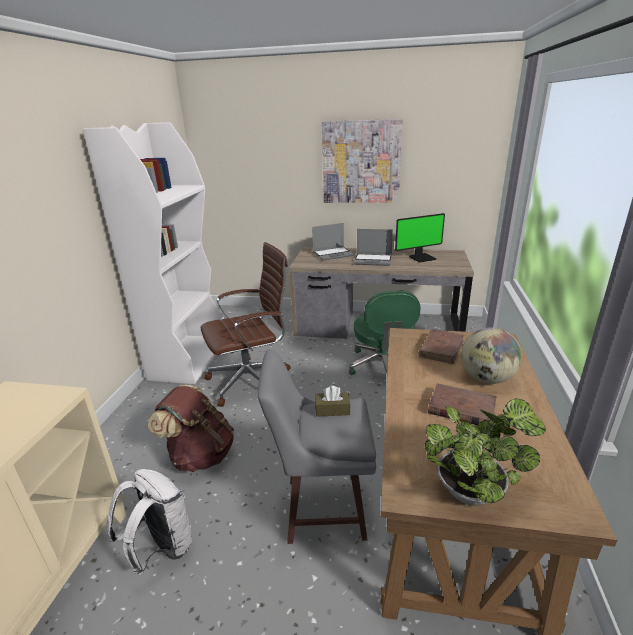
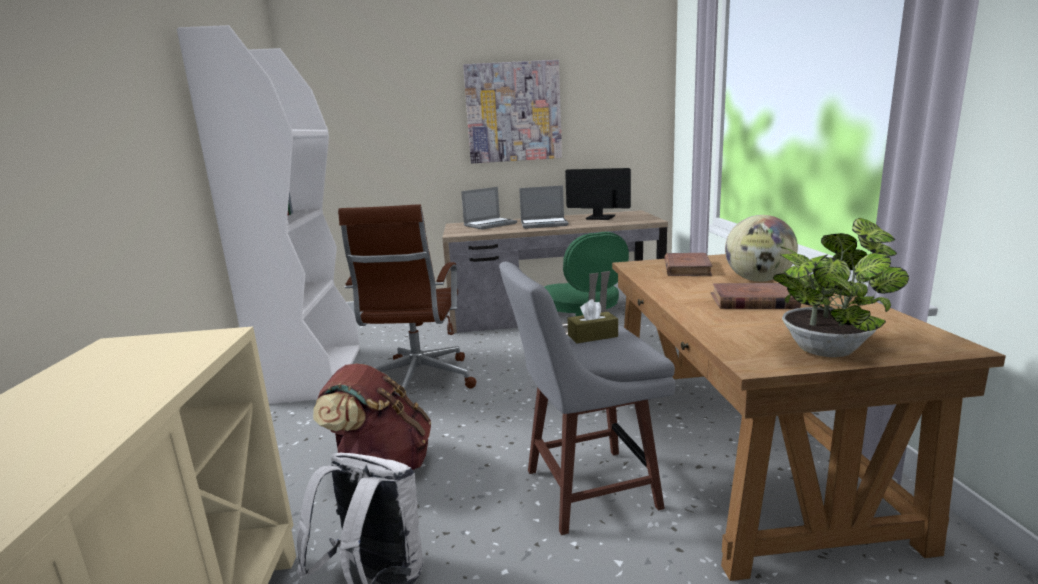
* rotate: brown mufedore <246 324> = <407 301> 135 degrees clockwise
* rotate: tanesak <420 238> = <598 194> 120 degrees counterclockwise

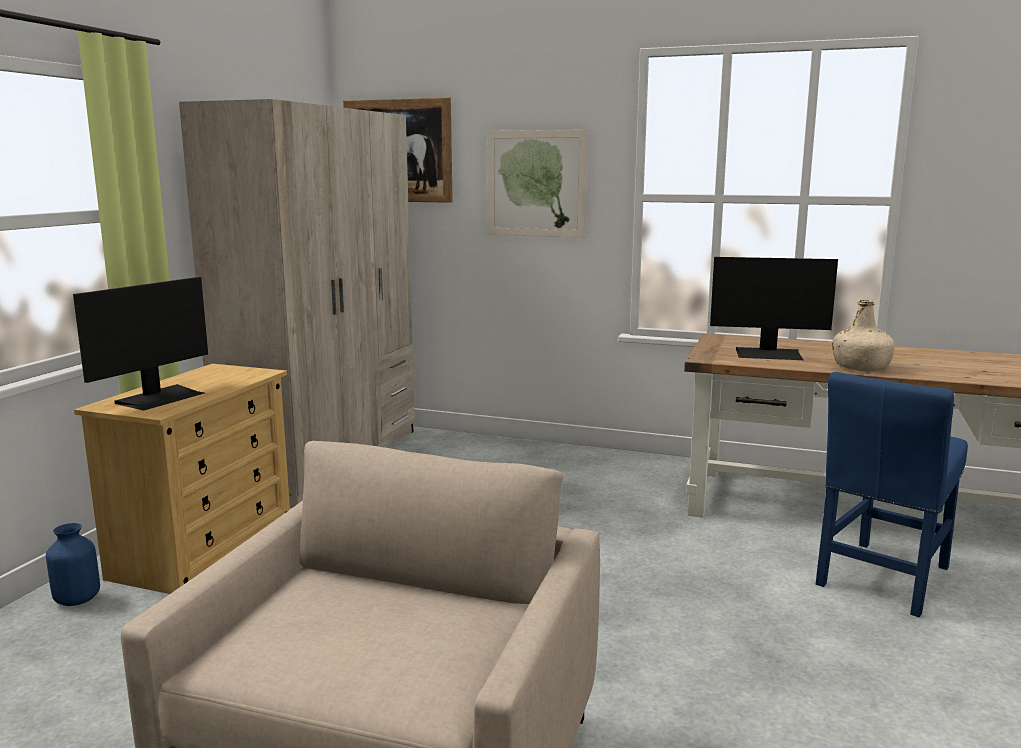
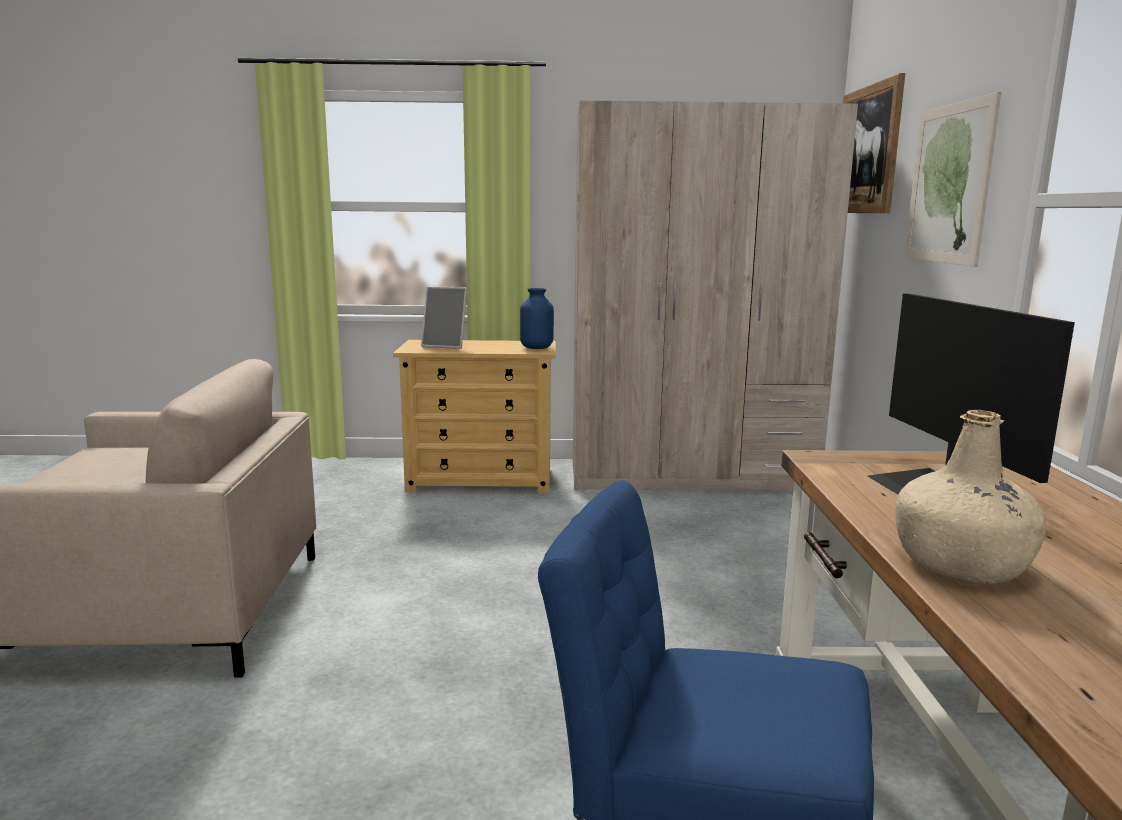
* move: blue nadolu <73 564> to <537 318>
* replace: tanesak <140 344> to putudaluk <444 317>

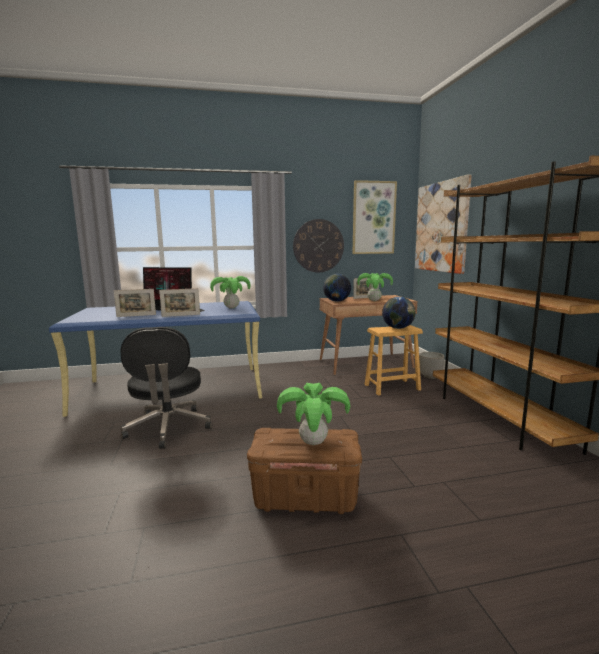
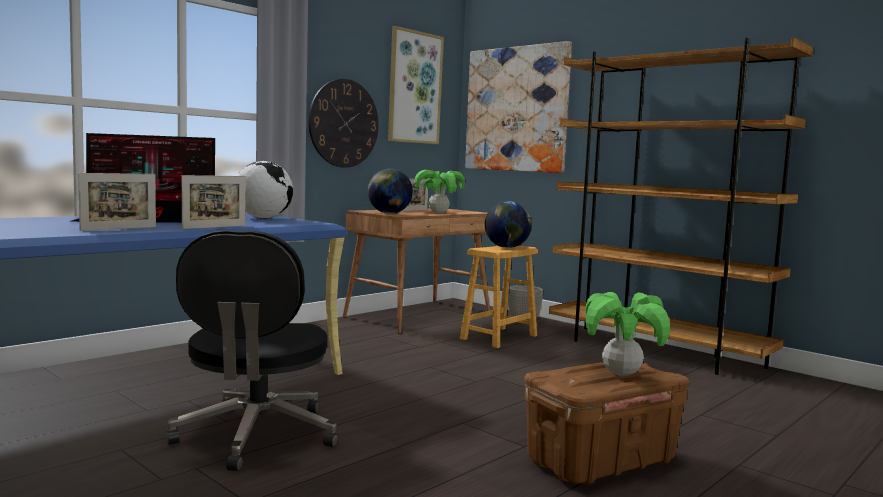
* rotate: black mufedore <166 388> = <252 350> 45 degrees clockwise
* replace: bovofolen <230 292> to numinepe <265 190>

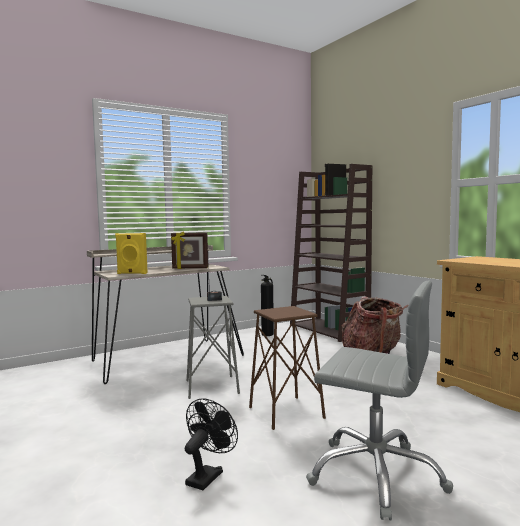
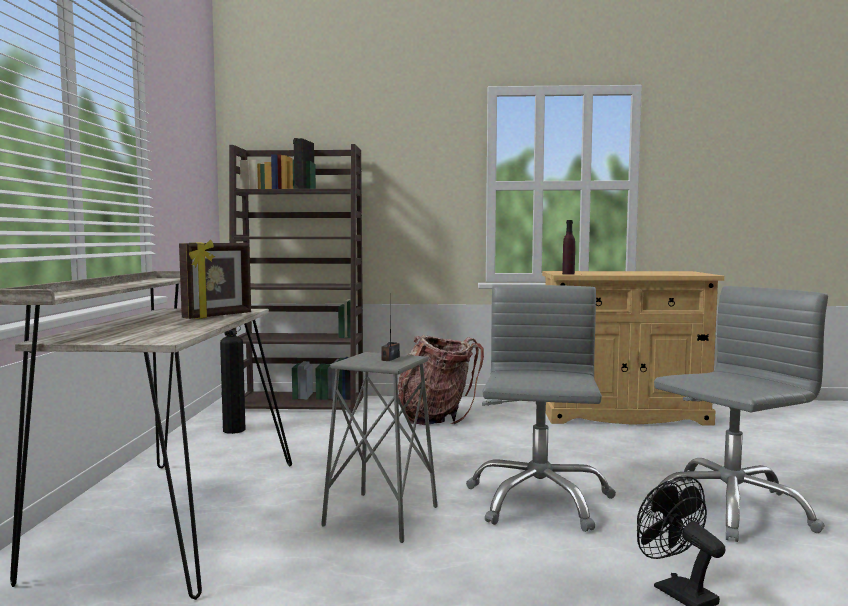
* delete: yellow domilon <131 253>
* replace: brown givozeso <287 368> to grey mufedore <541 408>
* insert: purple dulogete <568 247>

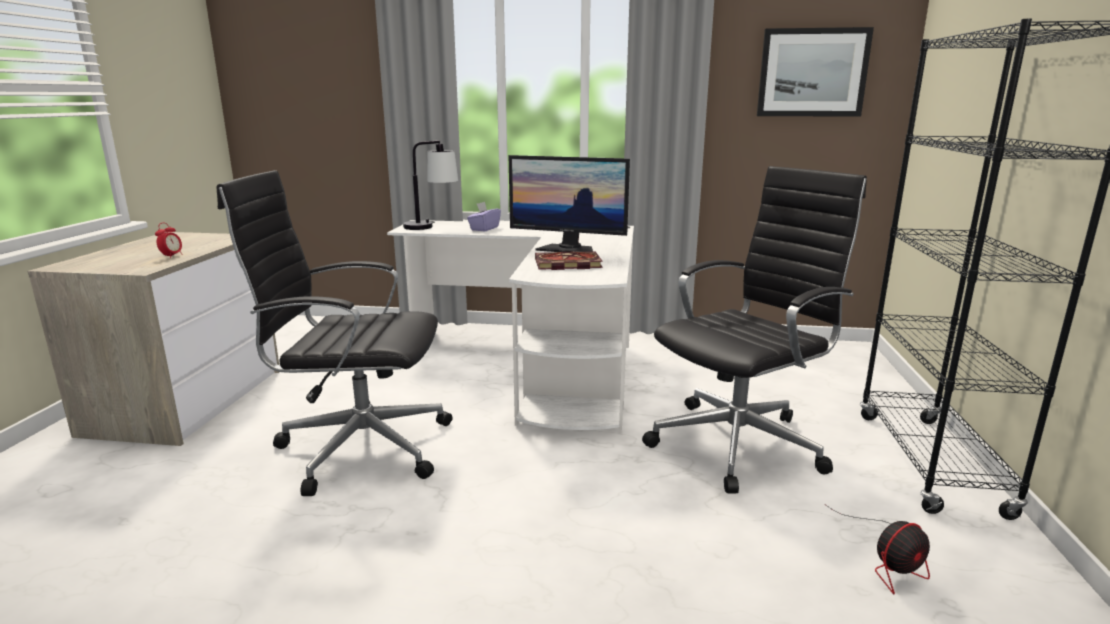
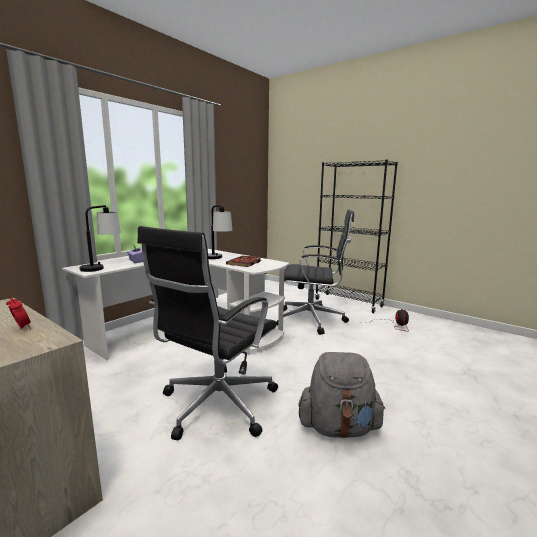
* replace: tanesak <569 203> to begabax <220 232>
* rotate: black mufedore <754 329> = <315 272> 105 degrees clockwise
* delete: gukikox <815 72>
* insert: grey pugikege <342 395>

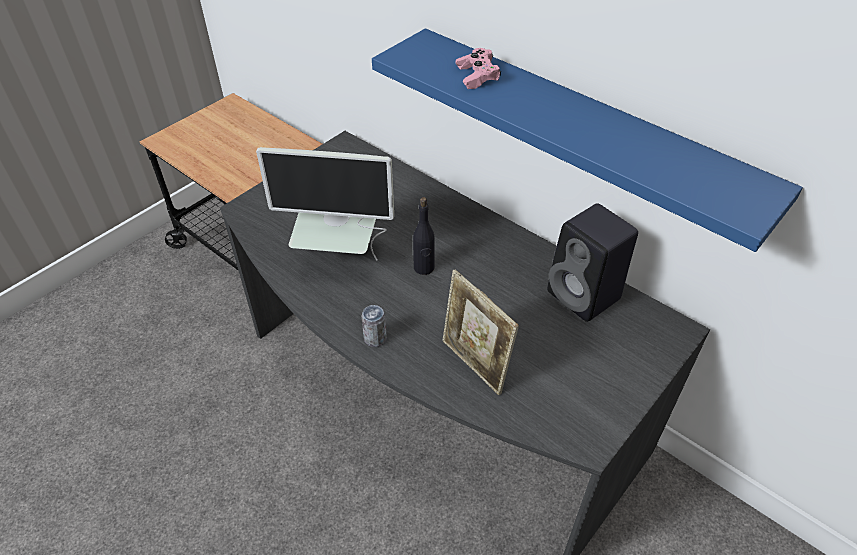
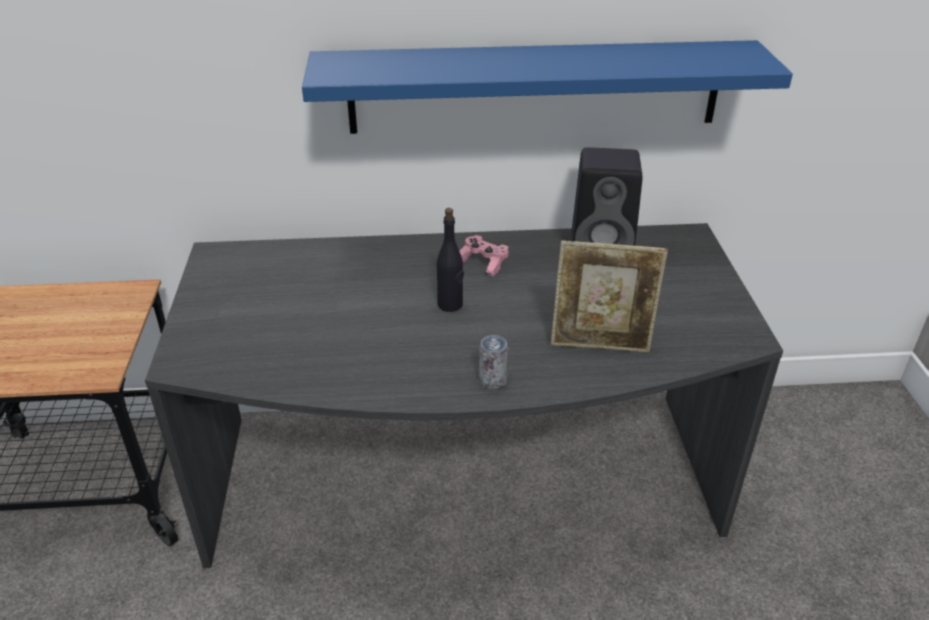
* delete: tanesak <325 204>
* move: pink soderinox <478 68> to <484 256>

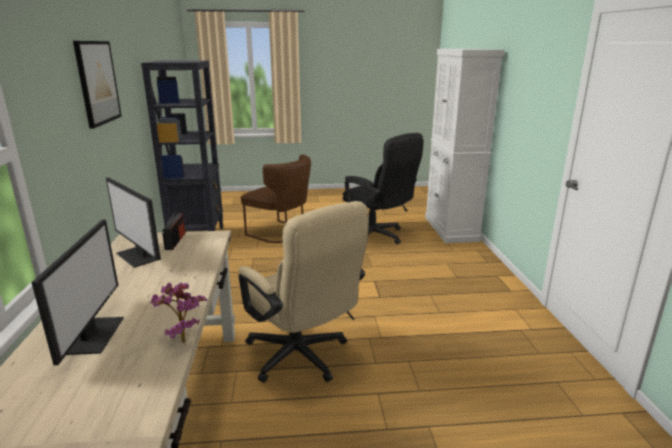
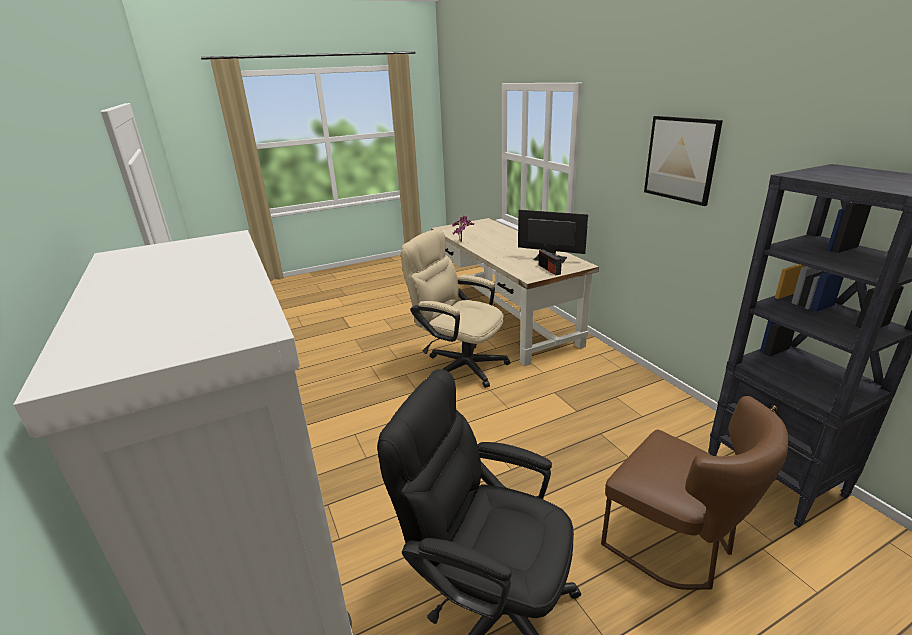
* delete: tanesak <77 292>
* rotate: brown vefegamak <276 198> = <695 493> 150 degrees counterclockwise

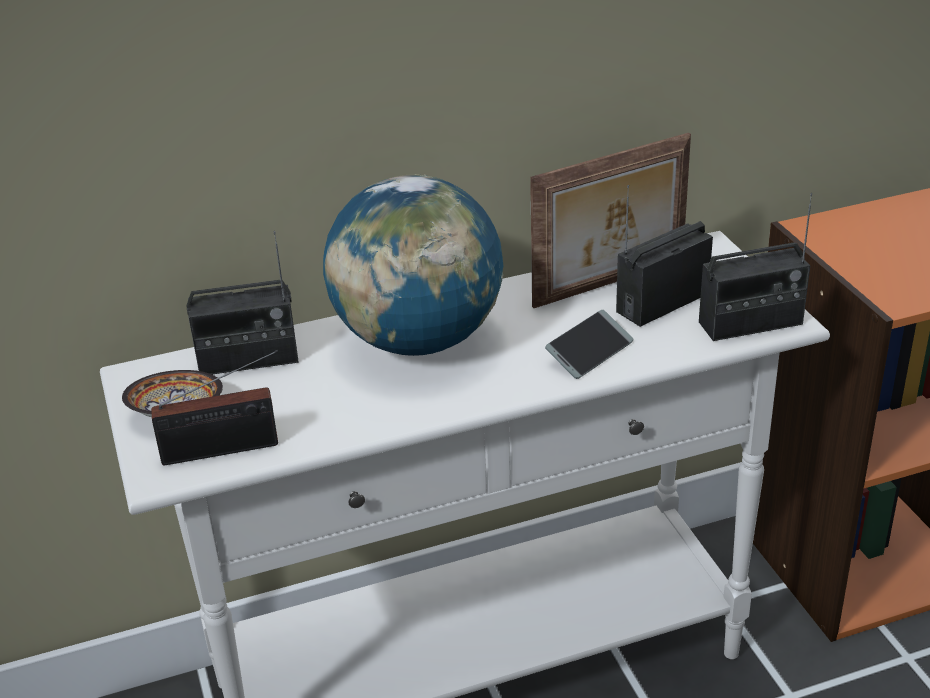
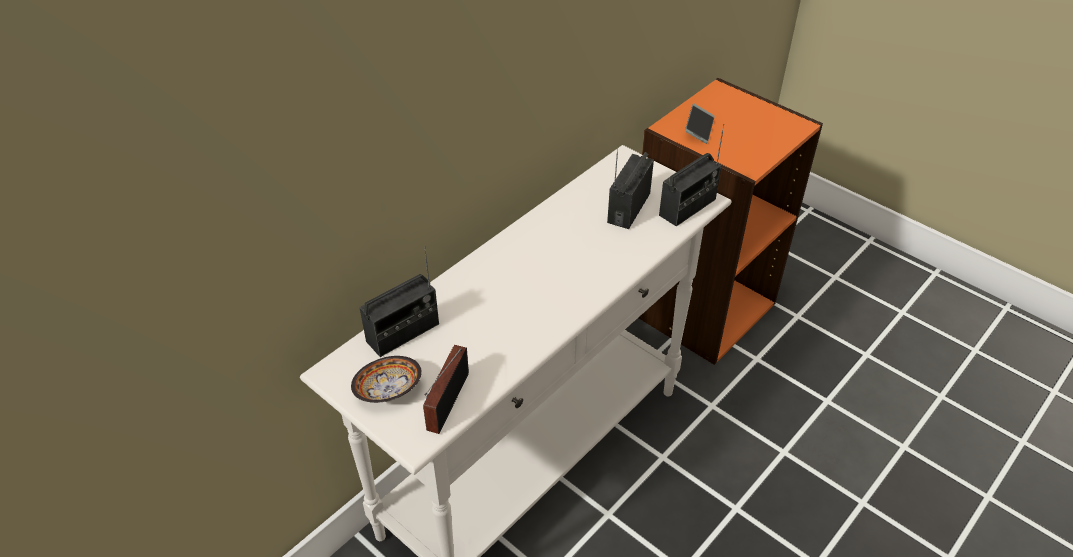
* rotate: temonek <214 407> = <446 389> 150 degrees clockwise
* delete: numinepe <413 265>
* delete: putudaluk <610 220>
* move: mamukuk <589 344> to <700 124>

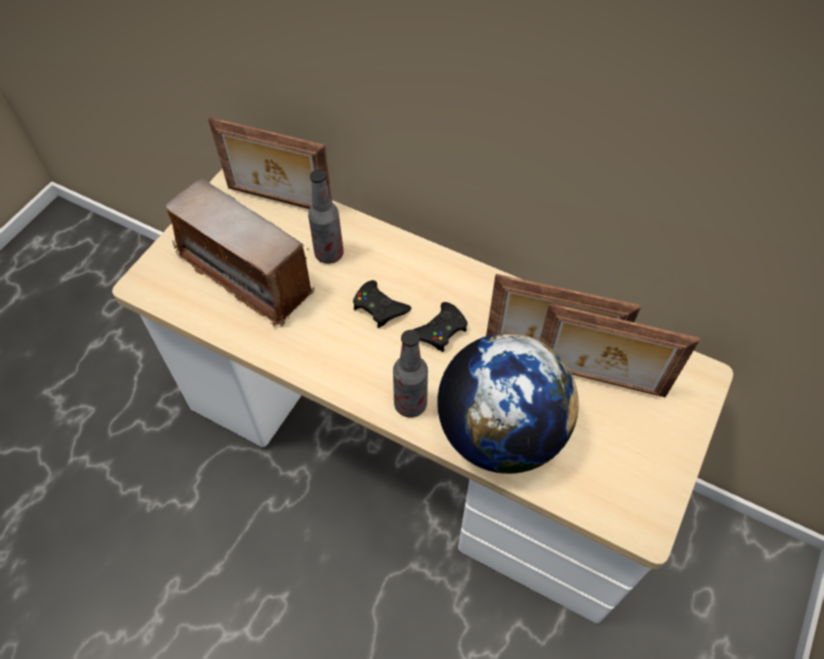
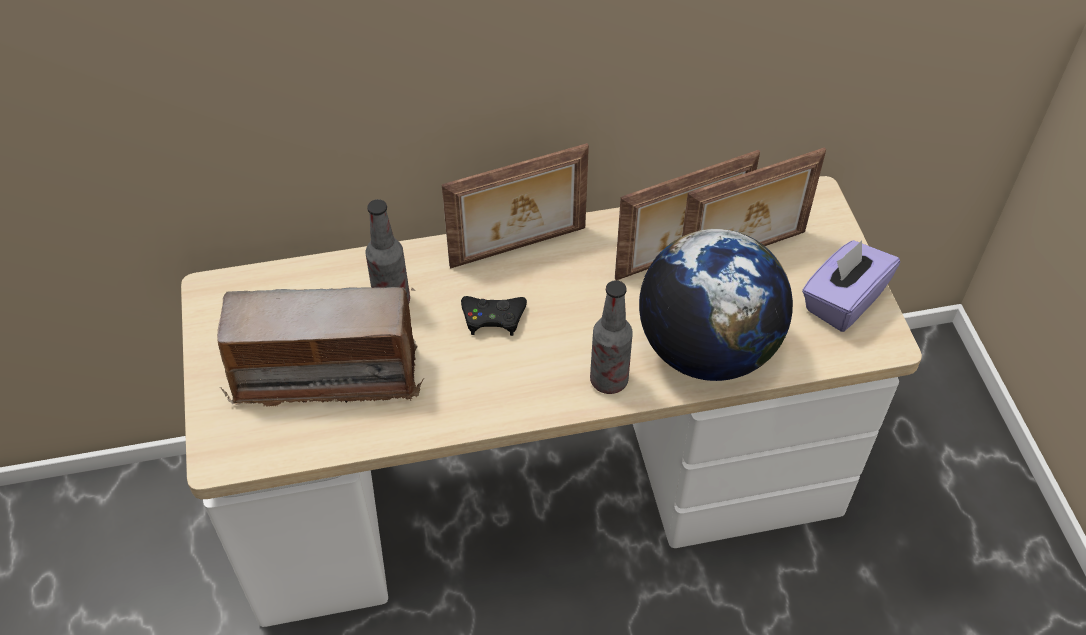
* move: putudaluk <270 163> to <515 206>
* delete: black soderinox <440 327>
* insert: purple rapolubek <851 286>

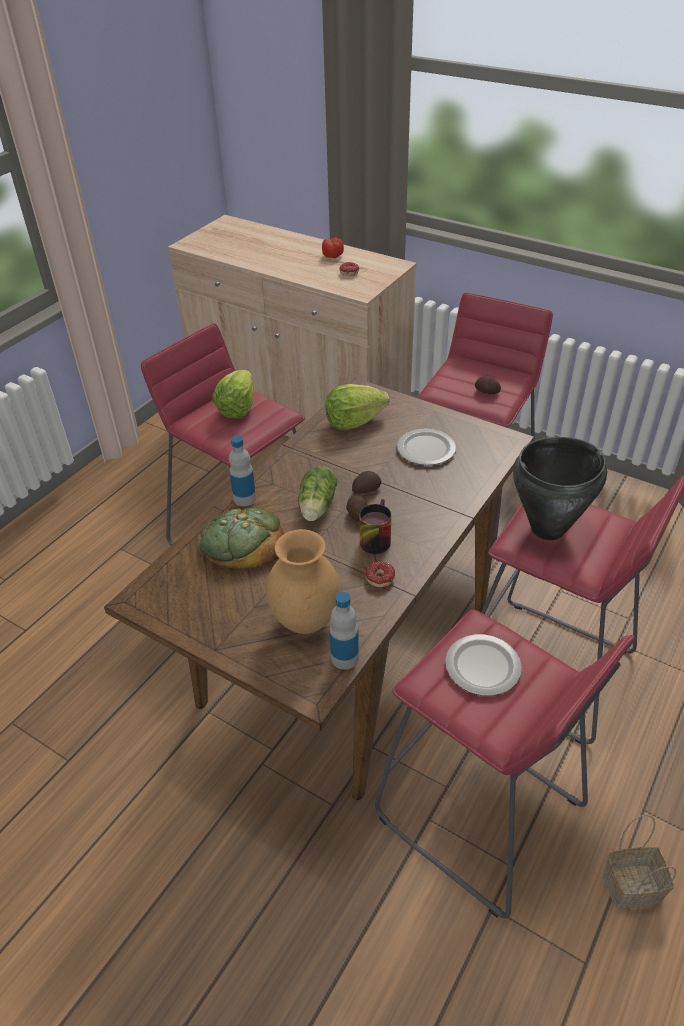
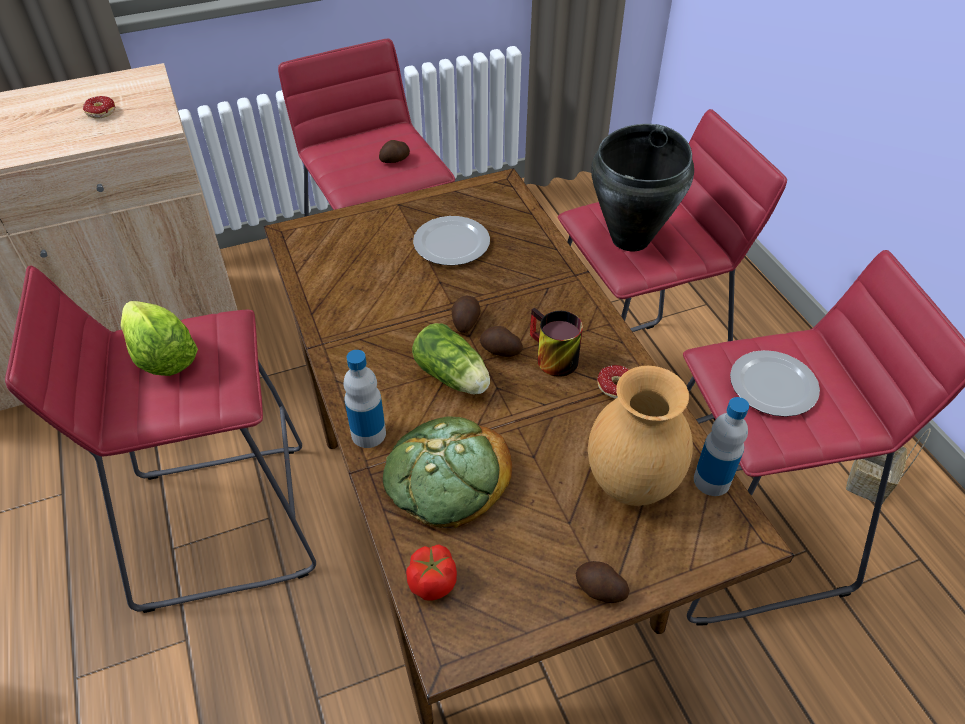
* move: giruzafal <333 248> to <431 572>
* delete: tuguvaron <357 407>
* insert: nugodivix <603 582>

